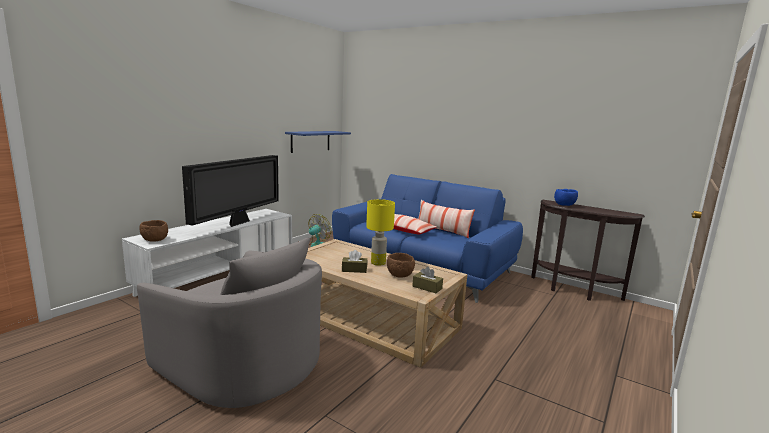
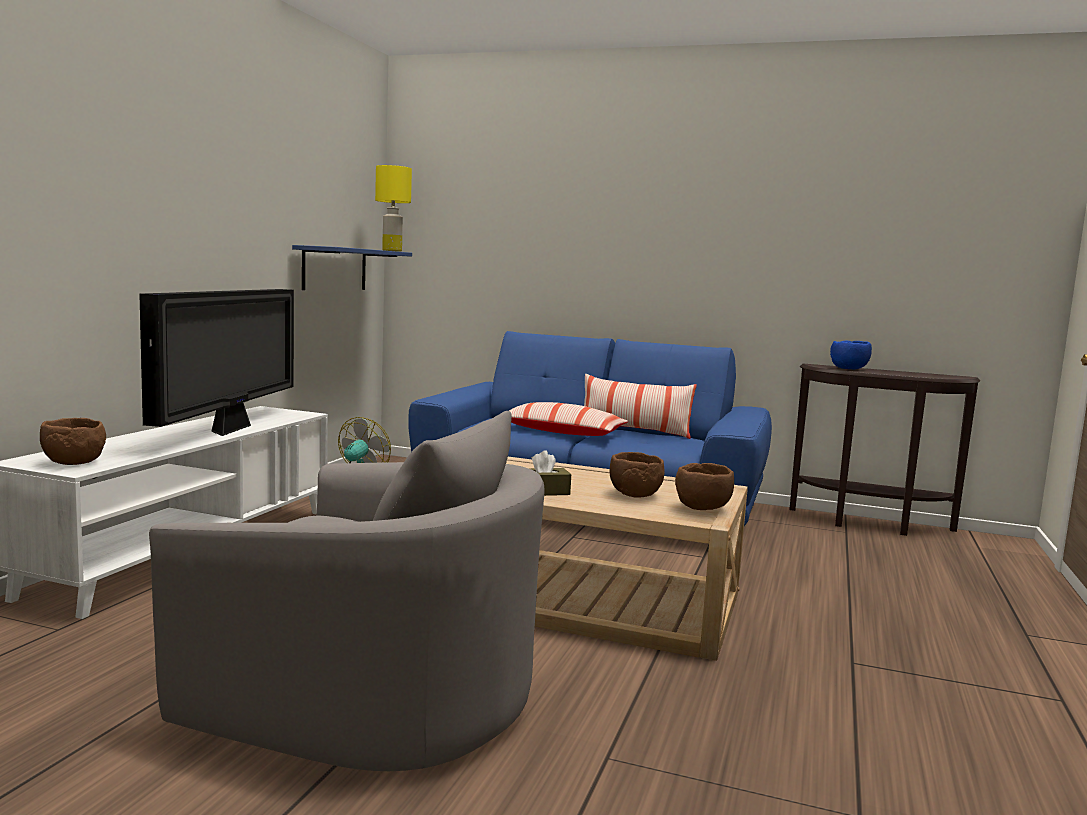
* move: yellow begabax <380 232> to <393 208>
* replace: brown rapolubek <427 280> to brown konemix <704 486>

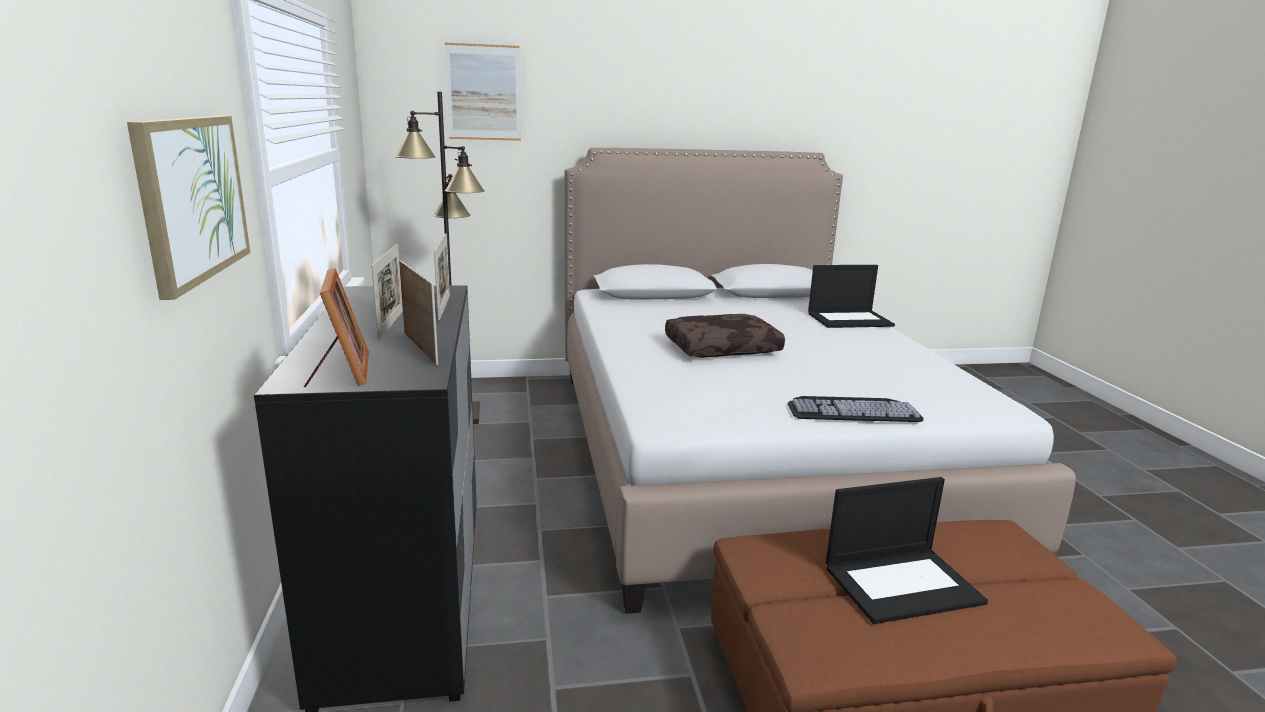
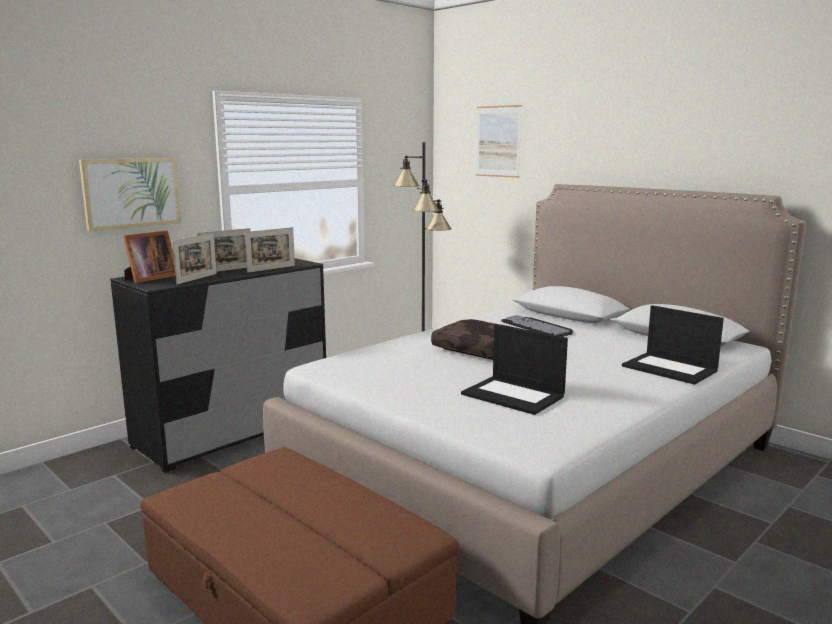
* move: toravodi <856 409> to <537 326>
* move: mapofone <907 550> to <514 369>

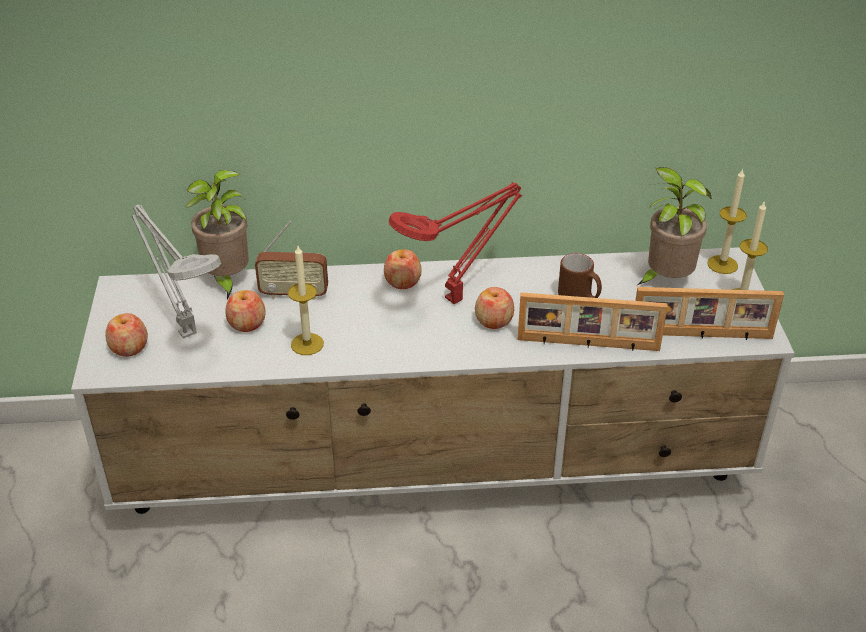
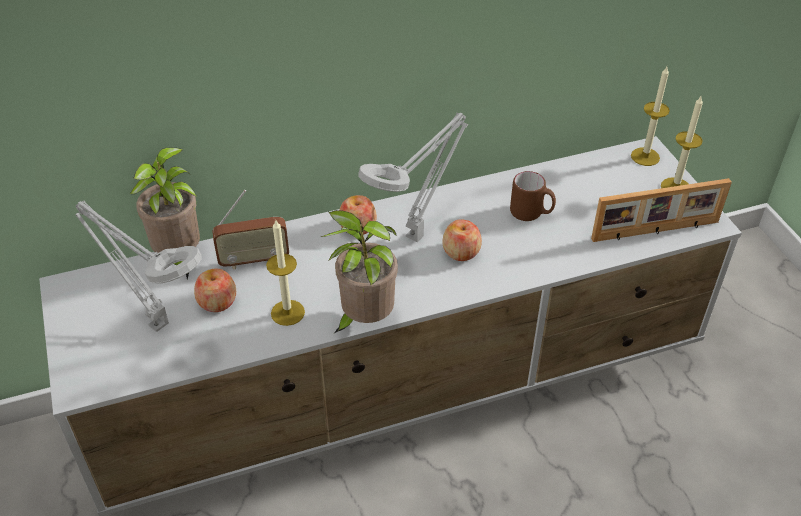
* delete: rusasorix <126 335>
* recolor: red begabax <455 243> to grey begabax <413 177>
* delete: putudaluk <593 321>
* move: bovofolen <674 226> to <359 271>

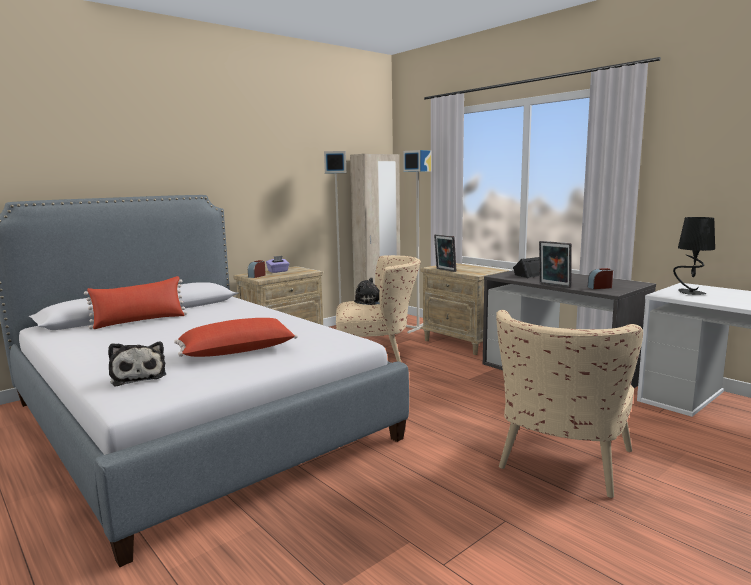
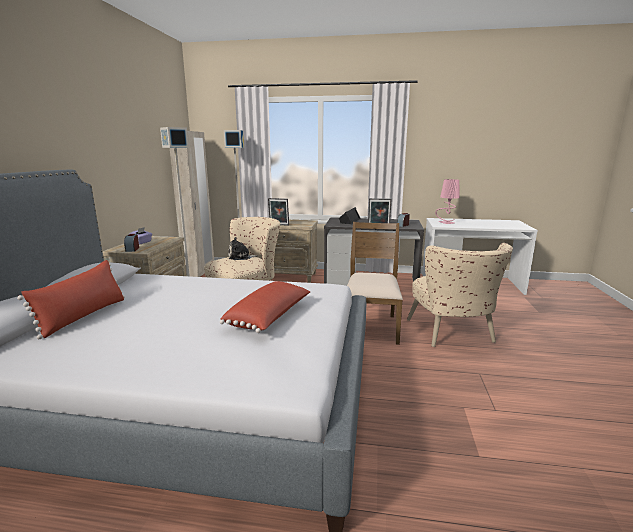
* delete: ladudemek <137 364>
* recolor: black begabax <694 256> to pink begabax <447 201>
* insert: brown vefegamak <375 283>

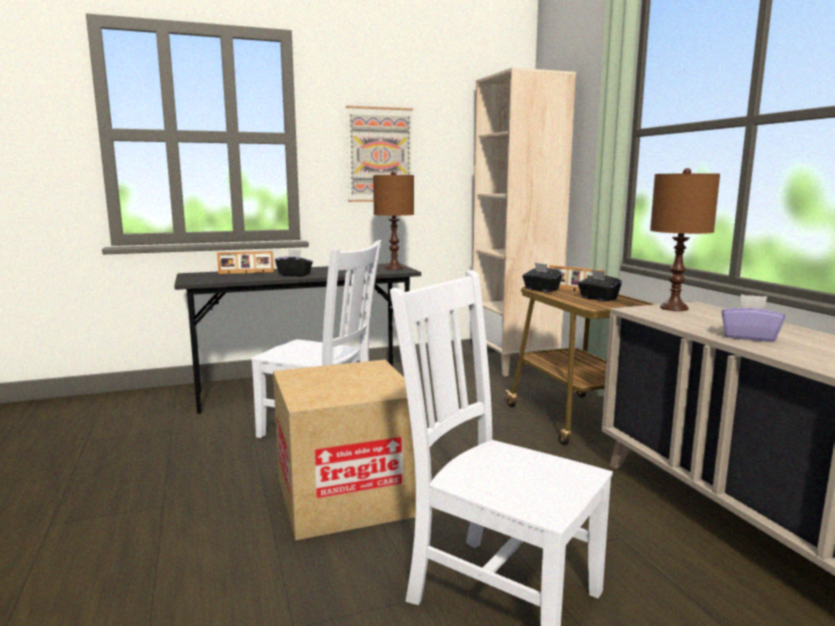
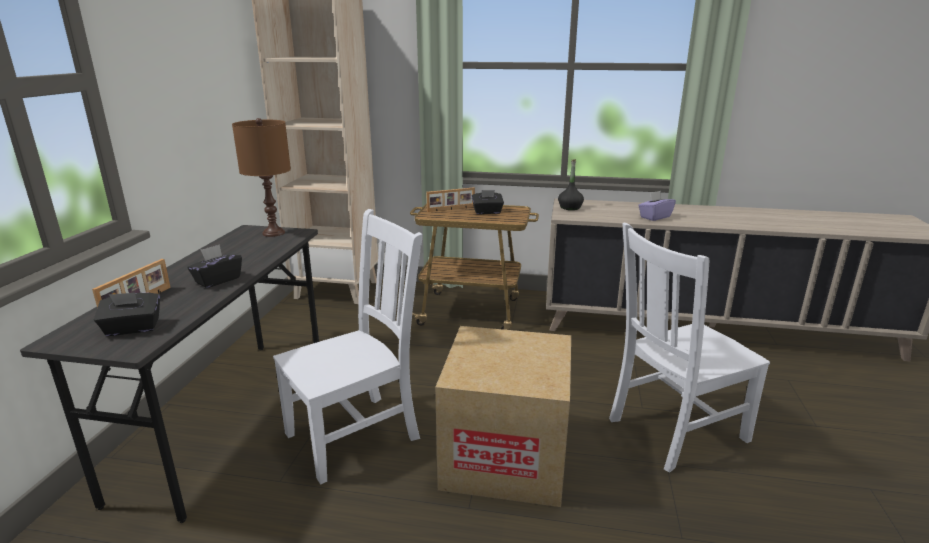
* delete: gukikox <379 154>
* move: black rapolubek <542 277> to <127 314>
* replace: brown begabax <685 239> to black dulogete <571 184>

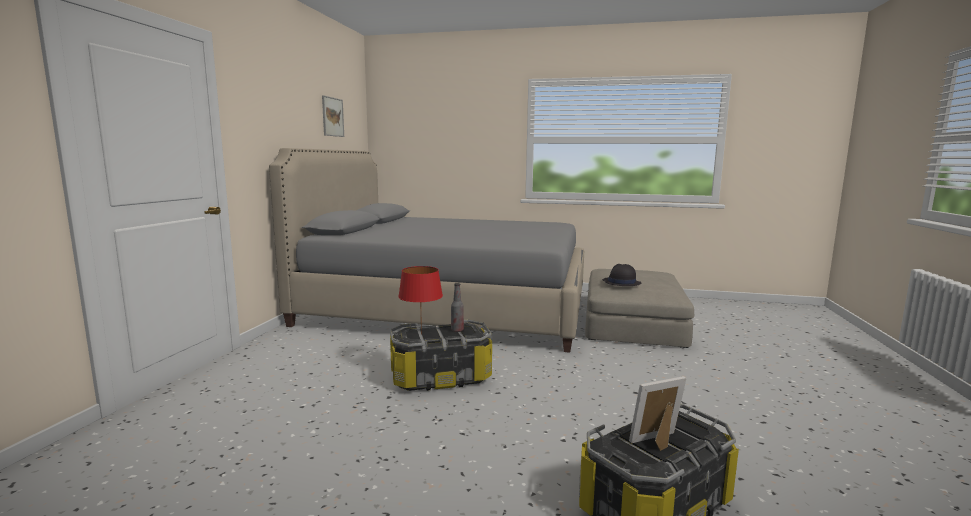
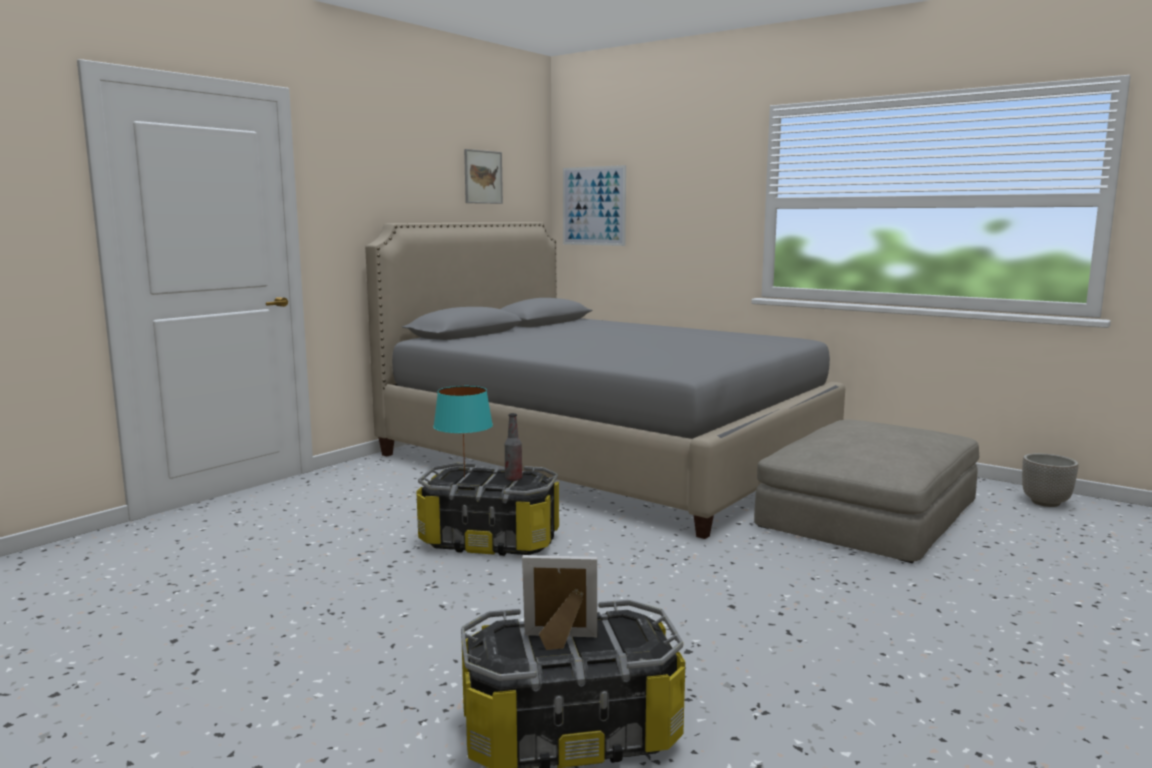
* recolor: red begabax <420 300> to turquoise begabax <463 431>
* delete: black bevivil <621 275>
* insert: gukikox <594 205>
* insert: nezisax <1050 480>

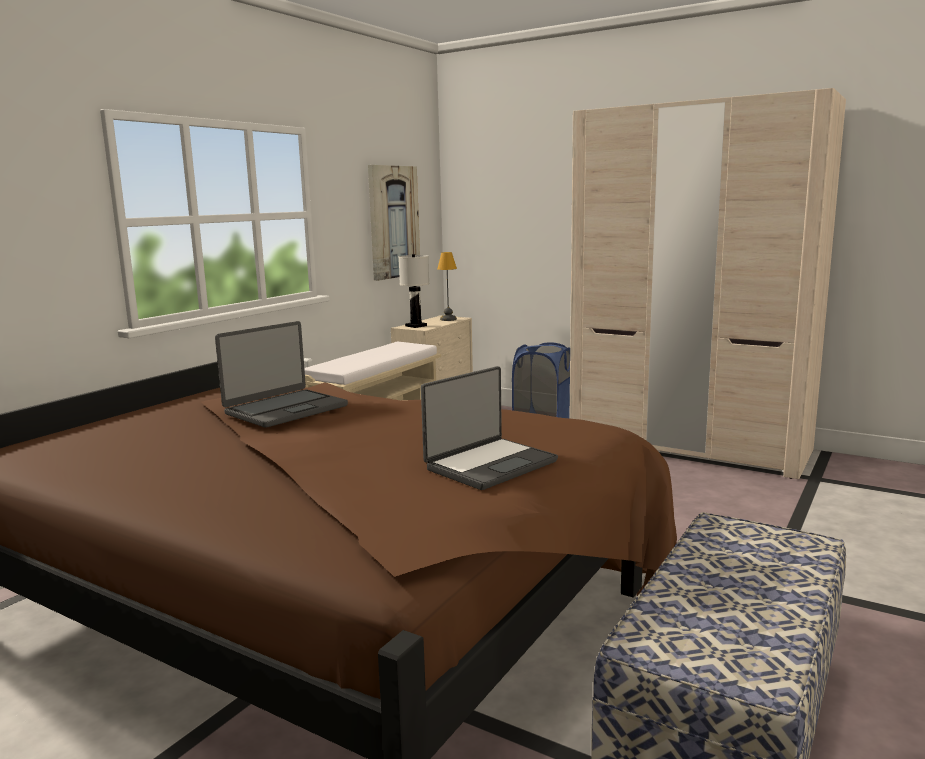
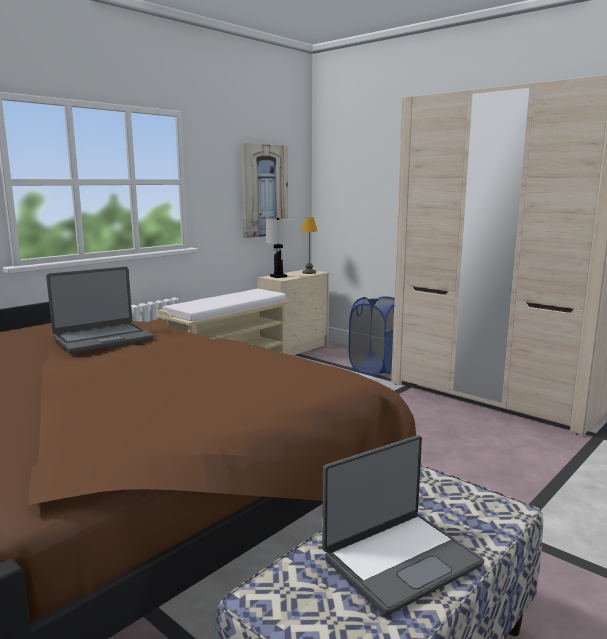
* move: mapofone <489 428> to <403 525>

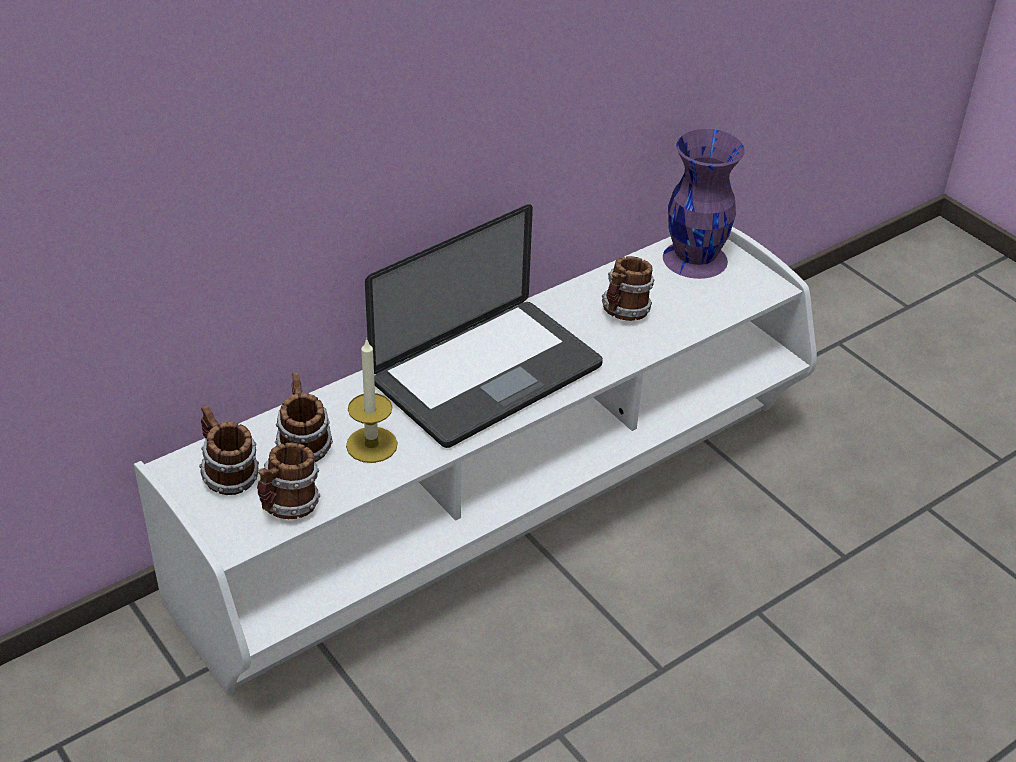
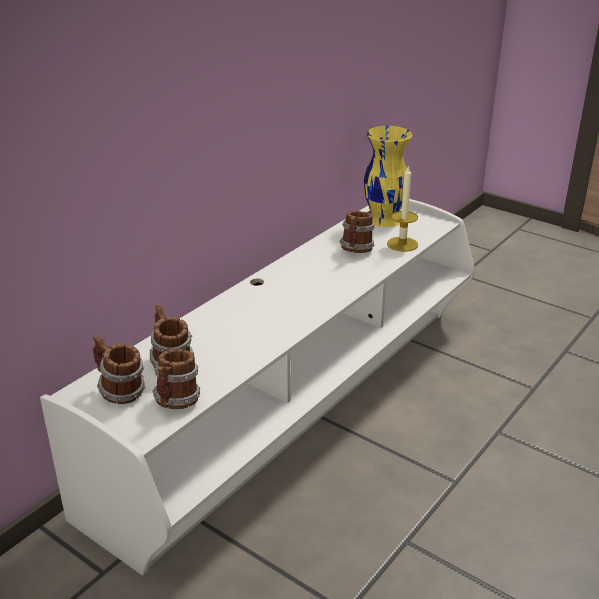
* move: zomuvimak <372 400> to <402 208>
* delete: mapofone <484 326>
* recolor: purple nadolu <704 204> to yellow nadolu <388 176>

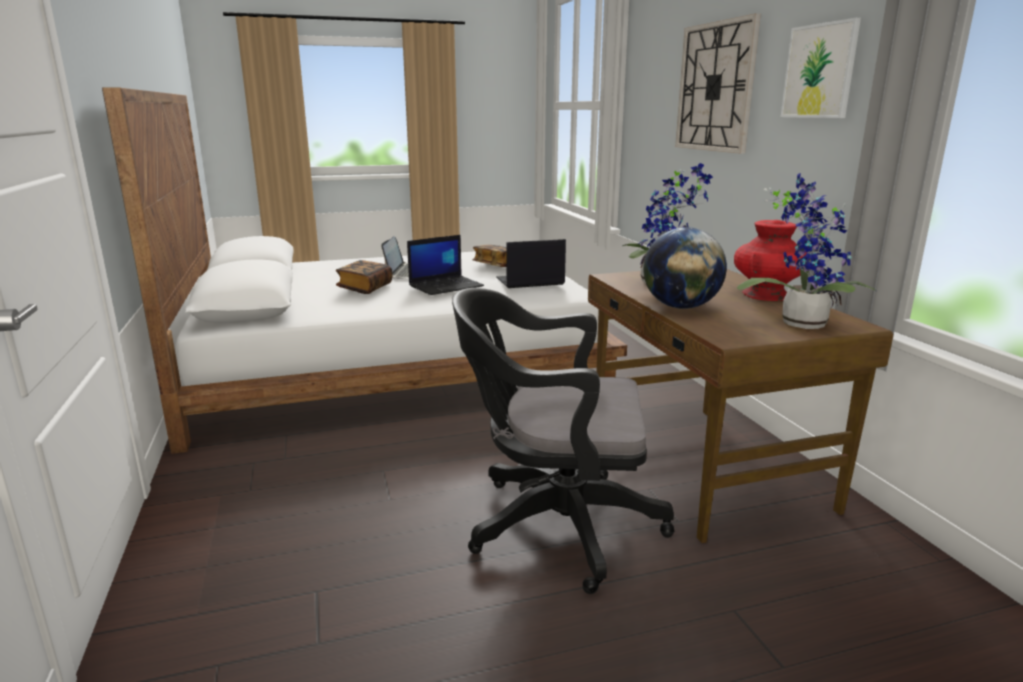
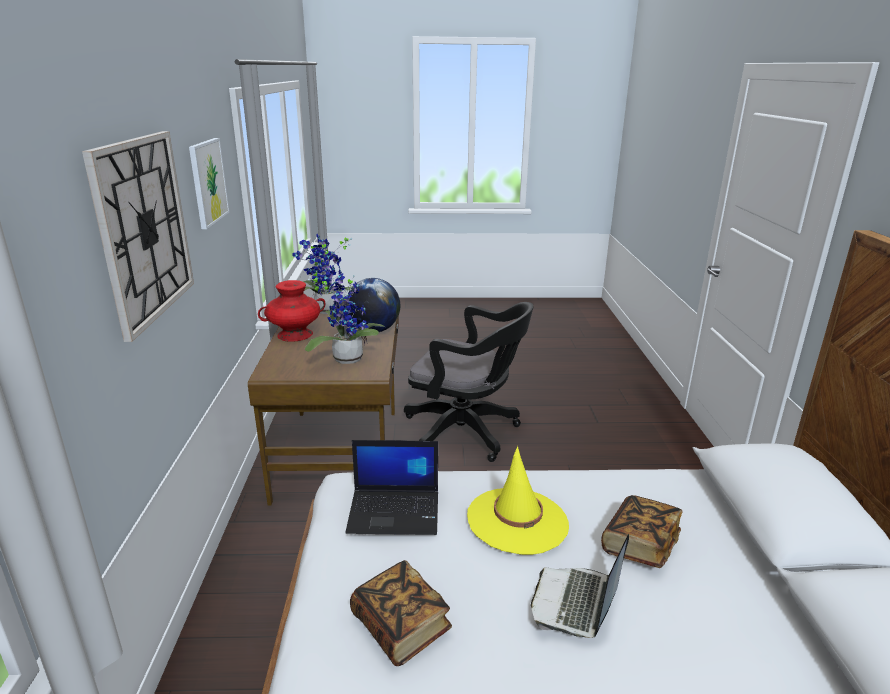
* replace: mapofone <445 265> to yellow bevivil <518 500>

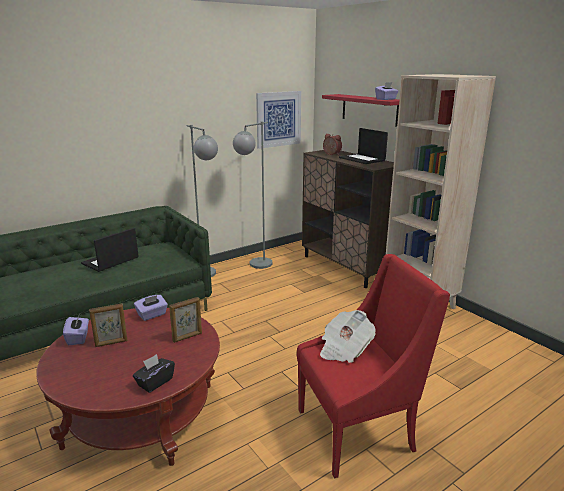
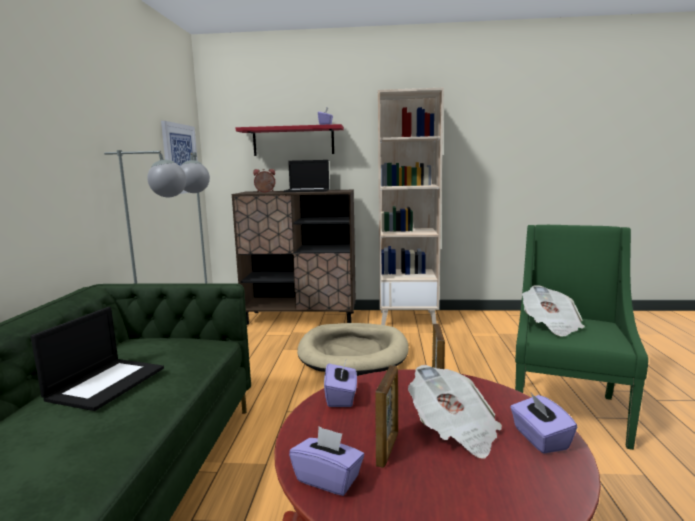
* rotate: mapofone <109 250> = <97 359> 150 degrees counterclockwise
* recolor: black rapolubek <154 373> to purple rapolubek <543 423>
* recolor: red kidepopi <373 366> to green kidepopi <581 337>
* insert: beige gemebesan <353 349>
* insert: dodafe <455 412>

